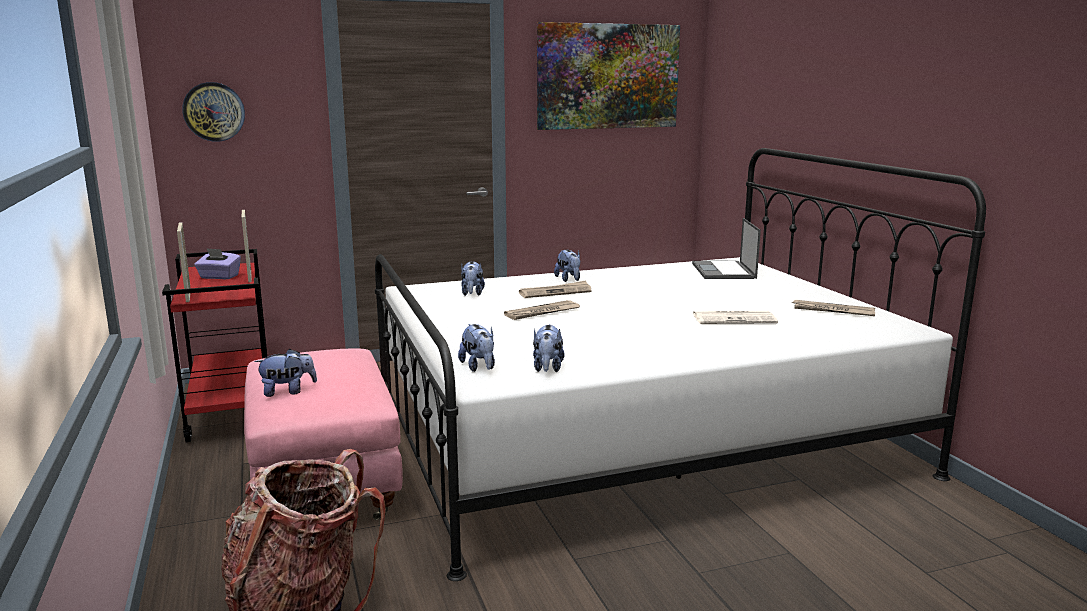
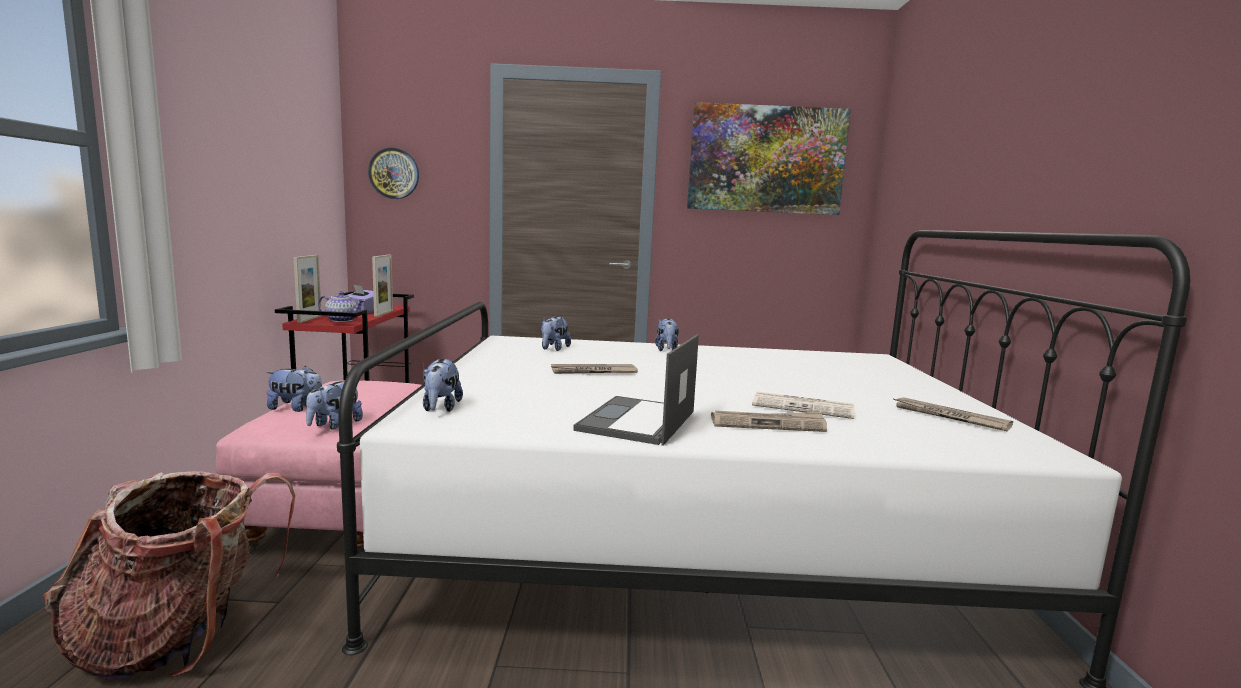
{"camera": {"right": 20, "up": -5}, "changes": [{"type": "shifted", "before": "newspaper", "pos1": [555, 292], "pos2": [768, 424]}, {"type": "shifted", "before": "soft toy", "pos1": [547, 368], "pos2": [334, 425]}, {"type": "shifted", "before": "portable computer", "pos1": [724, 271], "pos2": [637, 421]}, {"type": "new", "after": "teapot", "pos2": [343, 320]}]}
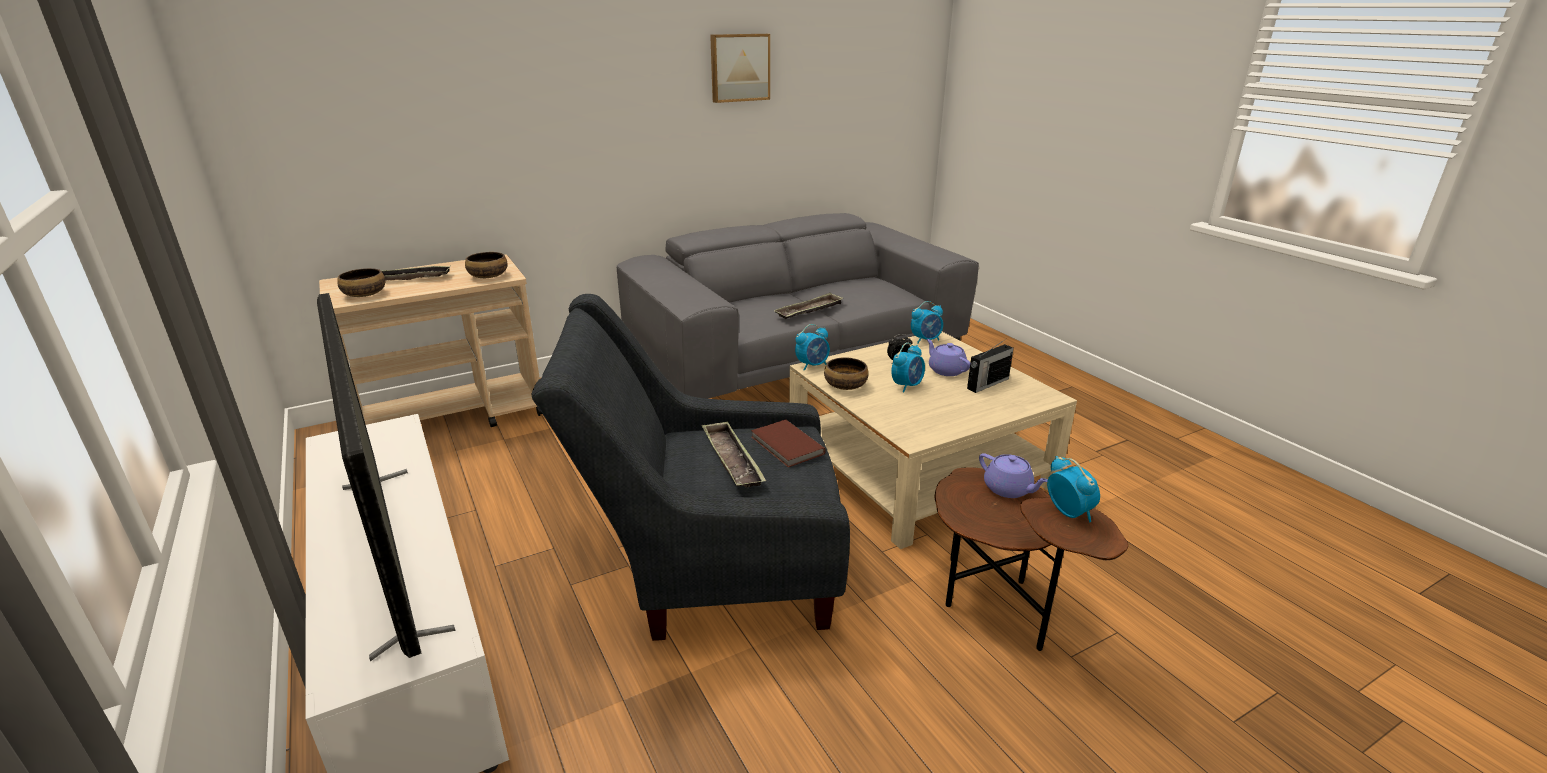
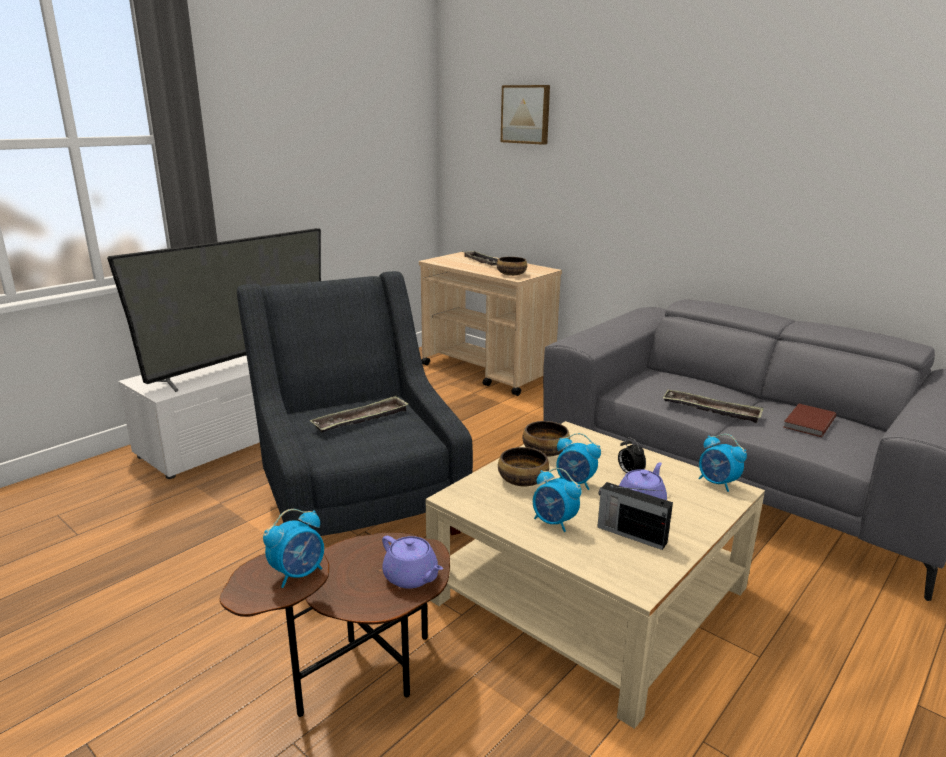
{"camera": {"right": 70, "up": -5}, "changes": [{"type": "shifted", "before": "serving bowl", "pos1": [364, 294], "pos2": [522, 480]}, {"type": "shifted", "before": "wall art", "pos1": [739, 67], "pos2": [526, 114]}, {"type": "shifted", "before": "book/brown-coloured", "pos1": [786, 446], "pos2": [807, 422]}, {"type": "shifted", "before": "table clock", "pos1": [812, 365], "pos2": [554, 522]}, {"type": "rotated", "before": "teapot/purplish", "pos1": [1008, 489], "pos2": [411, 577], "turn": -75}]}
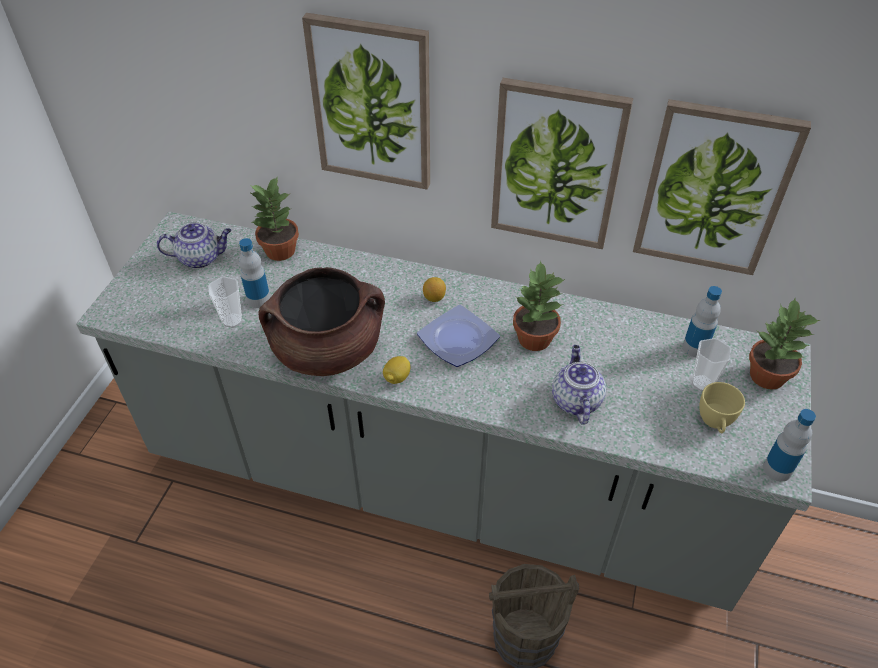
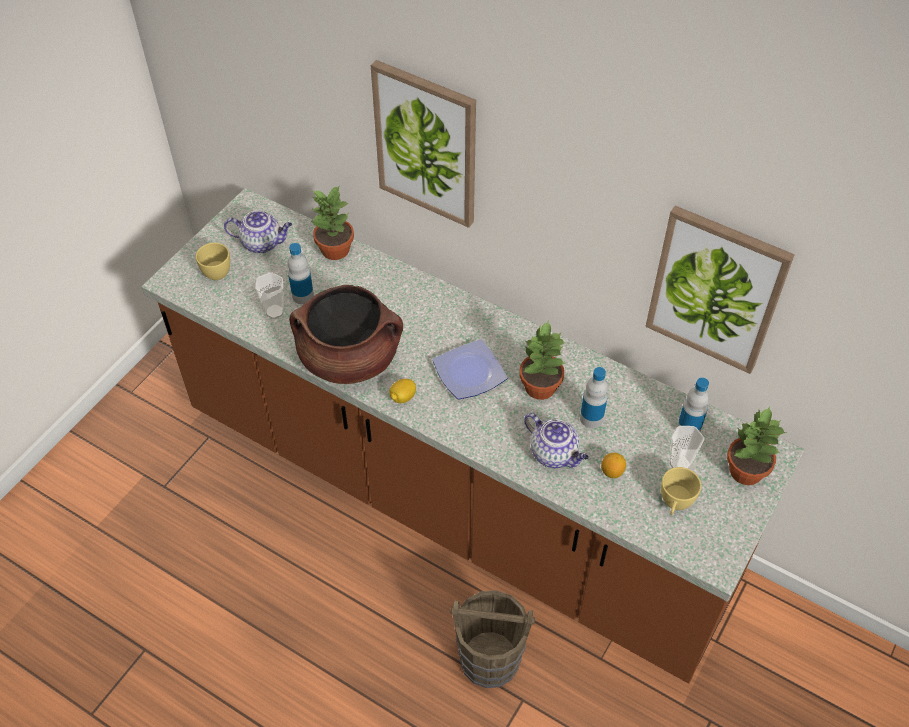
{"camera": {"right": 15, "up": 5}, "changes": [{"type": "repainted", "before": "kitchen base unit/gray", "after": "kitchen base unit/brown-coloured", "pos1": [439, 485], "pos2": [454, 498]}, {"type": "shifted", "before": "citrus fruit", "pos1": [434, 297], "pos2": [612, 471]}, {"type": "gone", "before": "wall art", "pos1": [556, 165]}, {"type": "rotated", "before": "teapot", "pos1": [575, 400], "pos2": [555, 454], "turn": 120}, {"type": "shifted", "before": "beverage bottle", "pos1": [777, 469], "pos2": [591, 418]}, {"type": "new", "after": "cup/yellow", "pos2": [216, 270]}]}
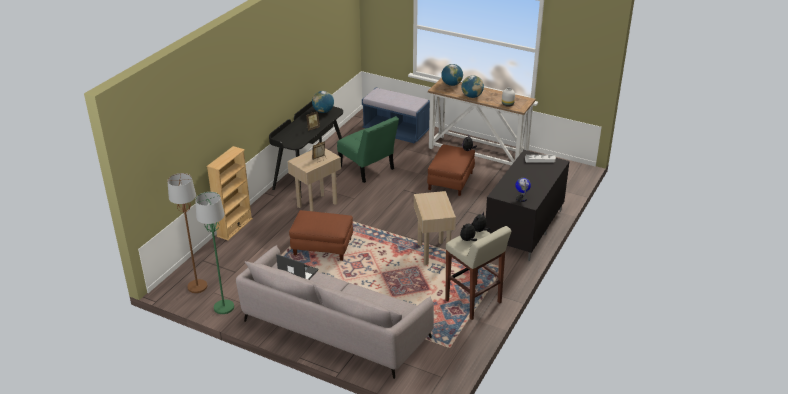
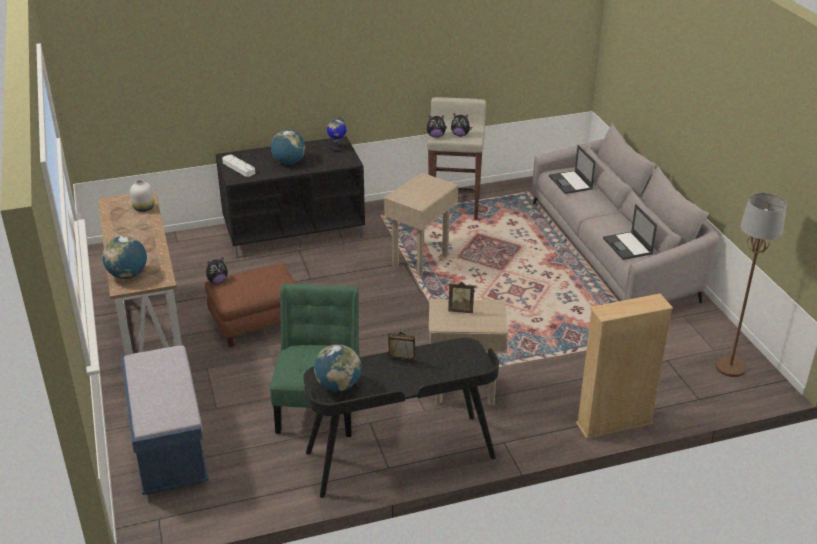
{"camera": {"right": -135, "up": 0}, "changes": [{"type": "gone", "before": "standing lamp/greenish", "pos1": [223, 307]}, {"type": "gone", "before": "ottoman/brown-coloured", "pos1": [323, 246]}, {"type": "shifted", "before": "world globe", "pos1": [472, 96], "pos2": [289, 162]}, {"type": "new", "after": "portable computer", "pos2": [571, 183]}]}
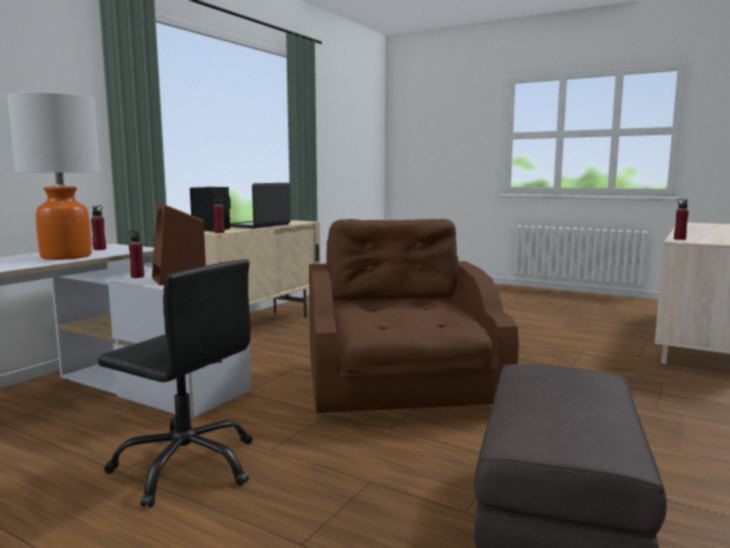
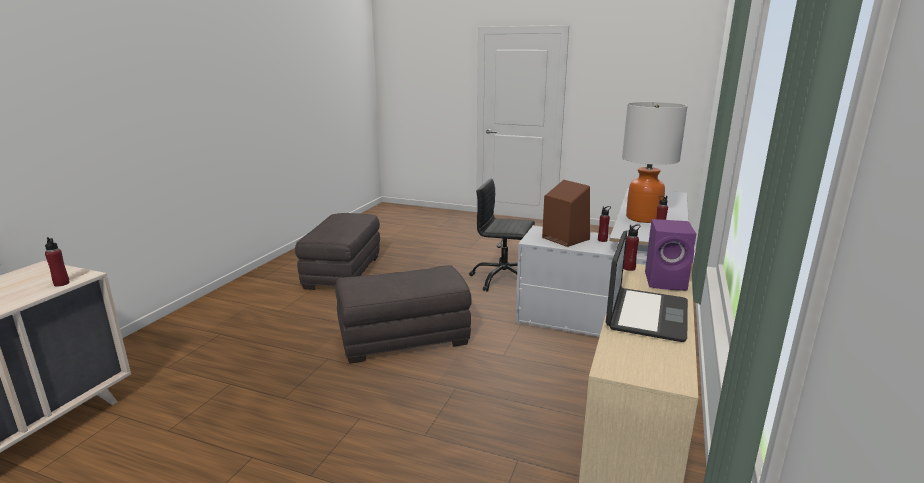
{"camera": {"right": 170, "up": 10}, "changes": [{"type": "repainted", "before": "loudspeaker/black-coloured", "after": "loudspeaker/purplish", "pos1": [210, 229], "pos2": [667, 281]}, {"type": "swapped", "before": "armchair/brown-coloured", "after": "ottoman/gray", "pos1": [401, 387], "pos2": [403, 339]}]}
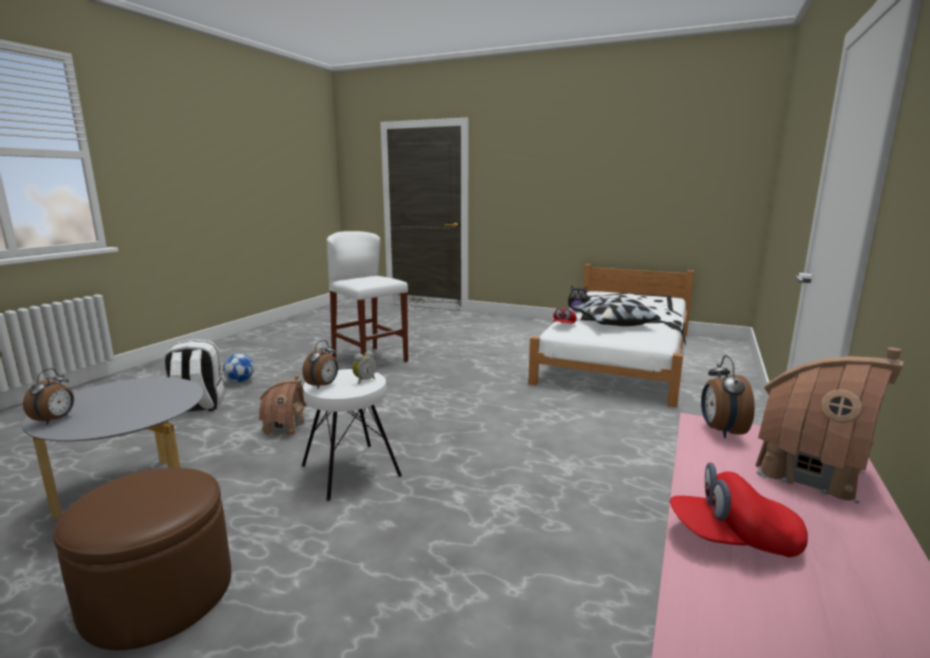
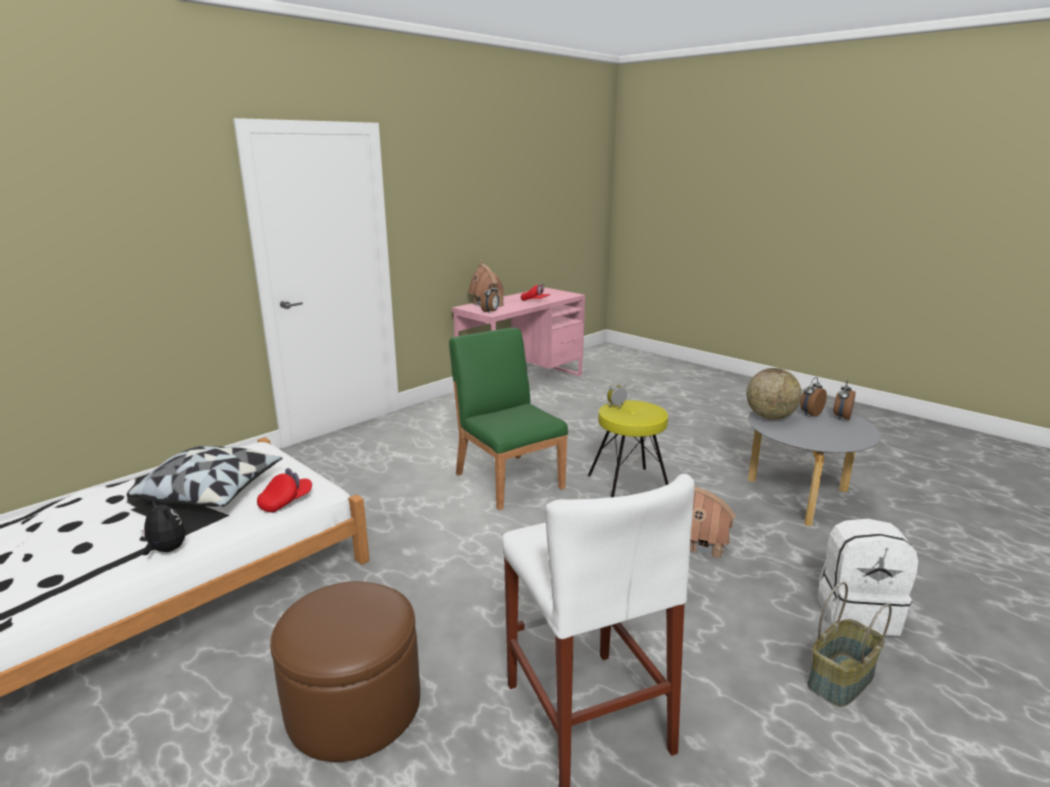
{"camera": {"right": -160, "up": 5}, "changes": [{"type": "shifted", "before": "ottoman/brown-coloured", "pos1": [158, 594], "pos2": [354, 705]}, {"type": "swapped", "before": "football", "after": "basket", "pos1": [240, 381], "pos2": [841, 681]}, {"type": "shifted", "before": "table clock", "pos1": [323, 385], "pos2": [810, 414]}, {"type": "repainted", "before": "stool/whitish", "after": "stool/yellow", "pos1": [351, 470], "pos2": [628, 486]}, {"type": "new", "after": "chair/greenish", "pos2": [509, 480]}, {"type": "new", "after": "world globe", "pos2": [770, 417]}]}
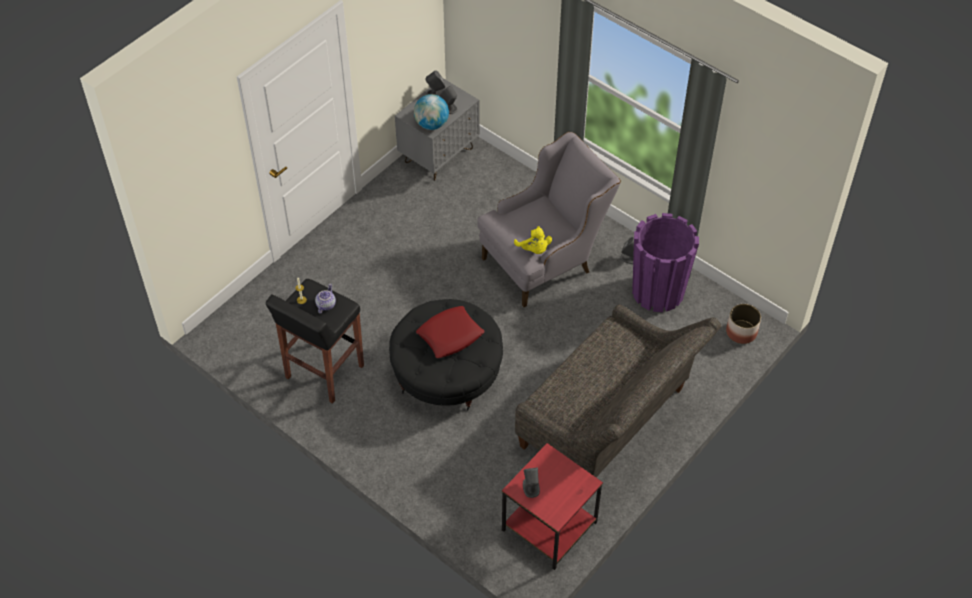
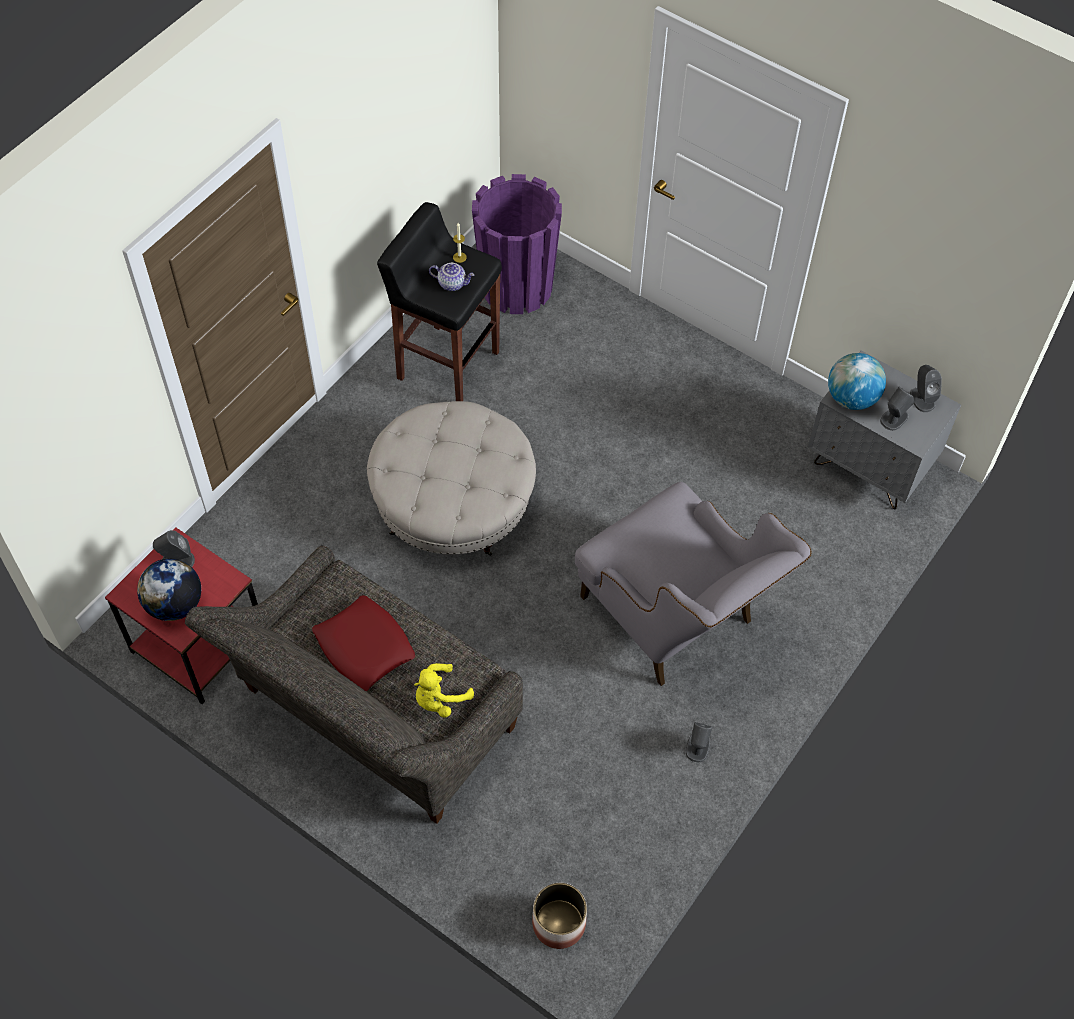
{"camera": {"right": 85, "up": 5}, "changes": [{"type": "repainted", "before": "ottoman/black-coloured", "after": "ottoman/beige", "pos1": [446, 373], "pos2": [453, 504]}, {"type": "shifted", "before": "throw pillow/red", "pos1": [450, 335], "pos2": [364, 647]}, {"type": "shifted", "before": "soft toy/yellow", "pos1": [534, 249], "pos2": [439, 699]}, {"type": "shifted", "before": "flower pot/purplish", "pos1": [658, 291], "pos2": [516, 287]}, {"type": "new", "after": "world globe", "pos2": [175, 605]}]}
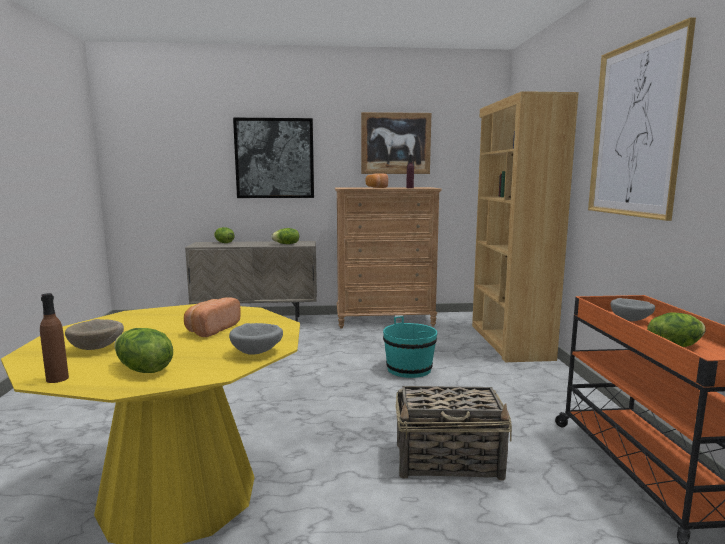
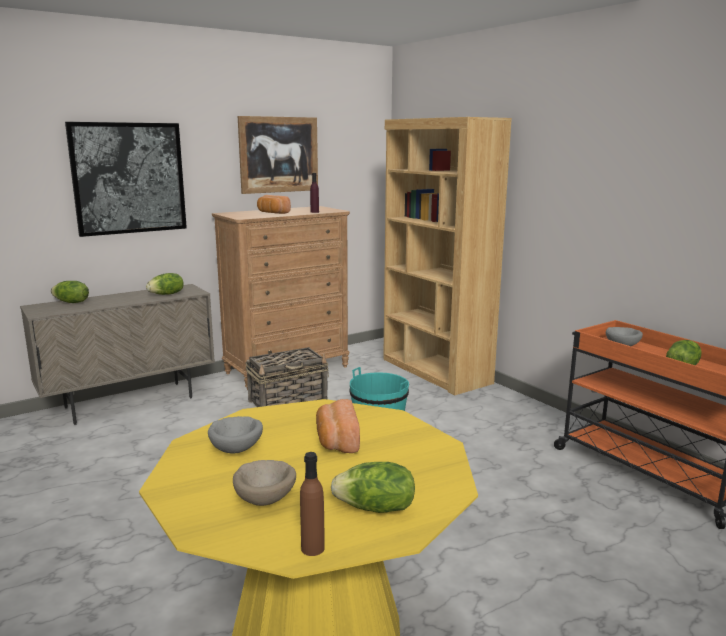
{"camera": {"right": -30, "up": 5}, "changes": [{"type": "shifted", "before": "serving bowl/gray", "pos1": [258, 352], "pos2": [237, 449]}, {"type": "shifted", "before": "basket", "pos1": [449, 461], "pos2": [288, 402]}, {"type": "gone", "before": "wall art", "pos1": [635, 129]}]}
